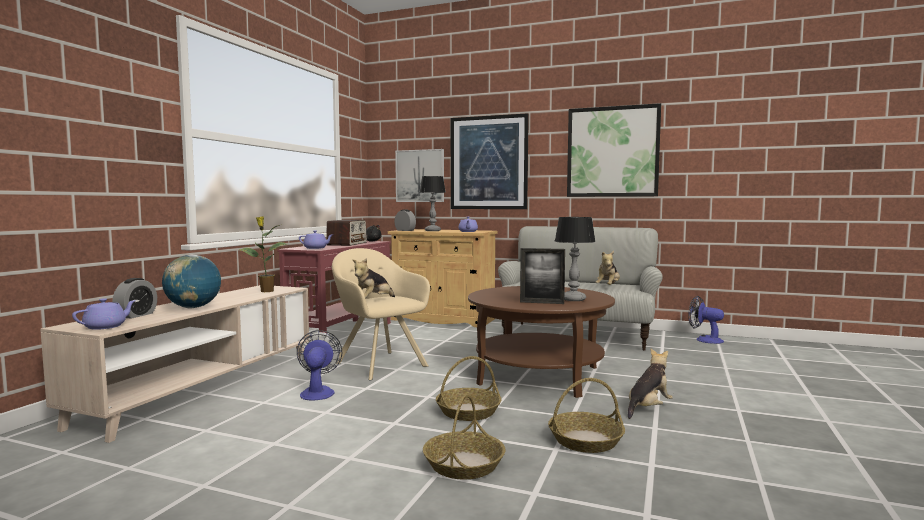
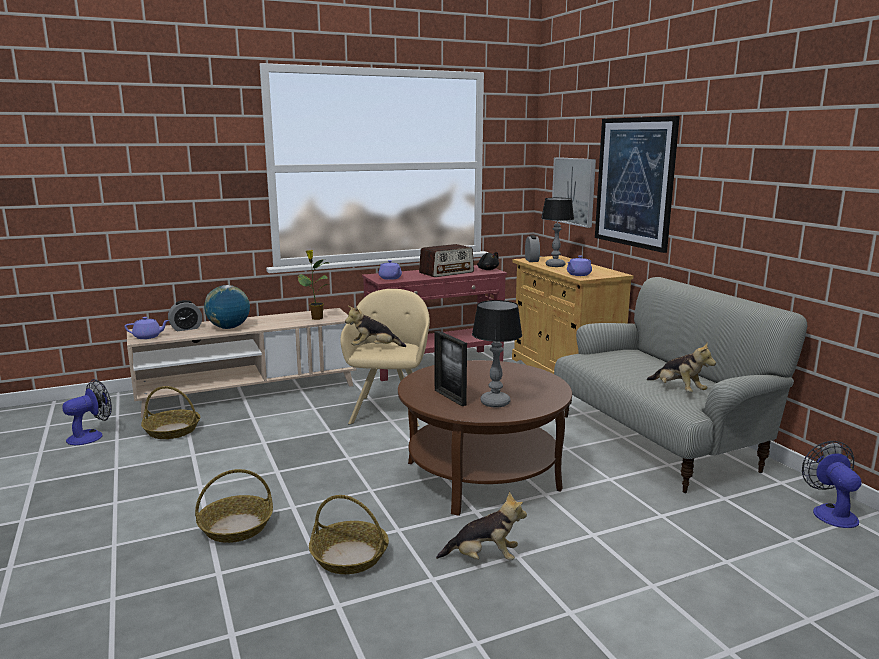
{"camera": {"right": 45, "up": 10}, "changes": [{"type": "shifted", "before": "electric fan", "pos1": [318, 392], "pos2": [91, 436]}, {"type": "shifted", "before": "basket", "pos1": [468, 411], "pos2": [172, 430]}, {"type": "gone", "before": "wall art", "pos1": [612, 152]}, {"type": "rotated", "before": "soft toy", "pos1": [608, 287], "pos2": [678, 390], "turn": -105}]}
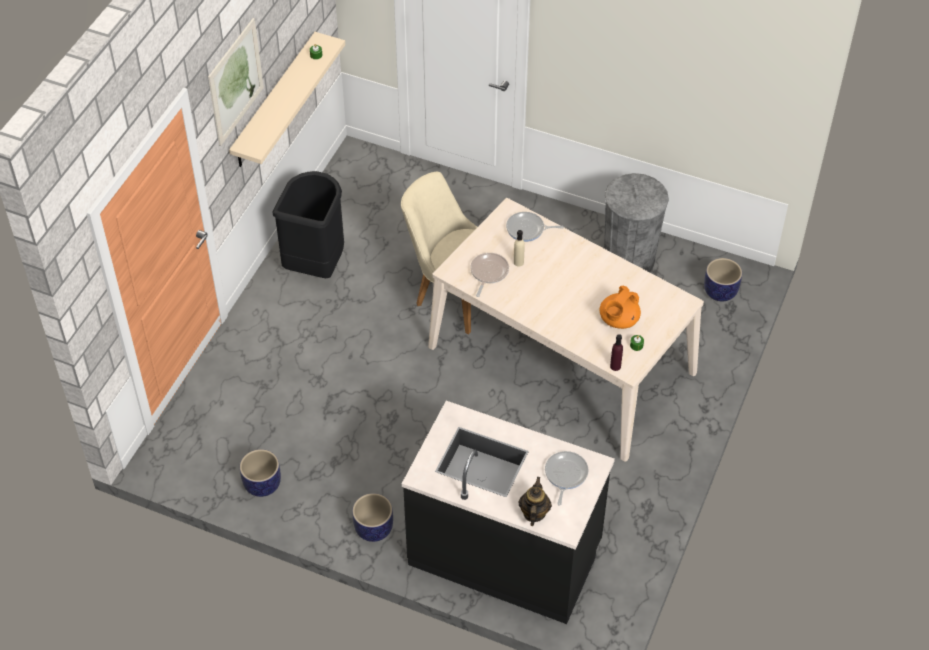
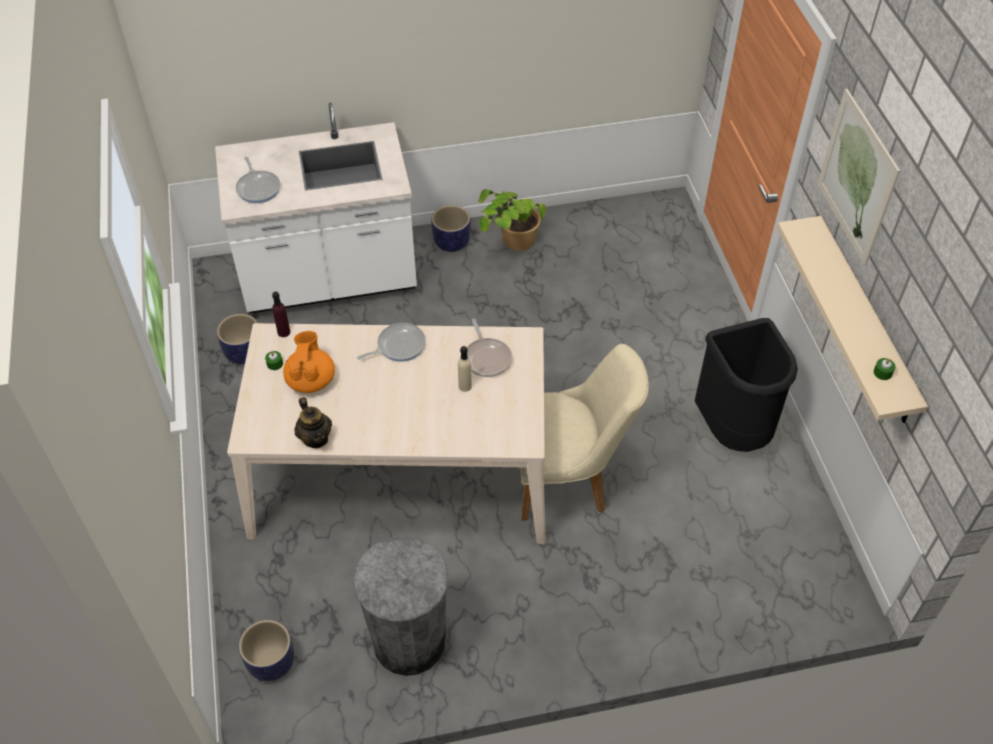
{"camera": {"right": 145, "up": 0}, "changes": [{"type": "shifted", "before": "flower pot", "pos1": [262, 484], "pos2": [244, 353]}, {"type": "repainted", "before": "kitchen base unit/black-coloured", "after": "kitchen base unit/whitish", "pos1": [505, 553], "pos2": [329, 279]}, {"type": "shifted", "before": "pan", "pos1": [527, 229], "pos2": [398, 346]}, {"type": "shifted", "before": "teapot", "pos1": [534, 513], "pos2": [315, 438]}, {"type": "new", "after": "plant in a pot", "pos2": [509, 249]}]}
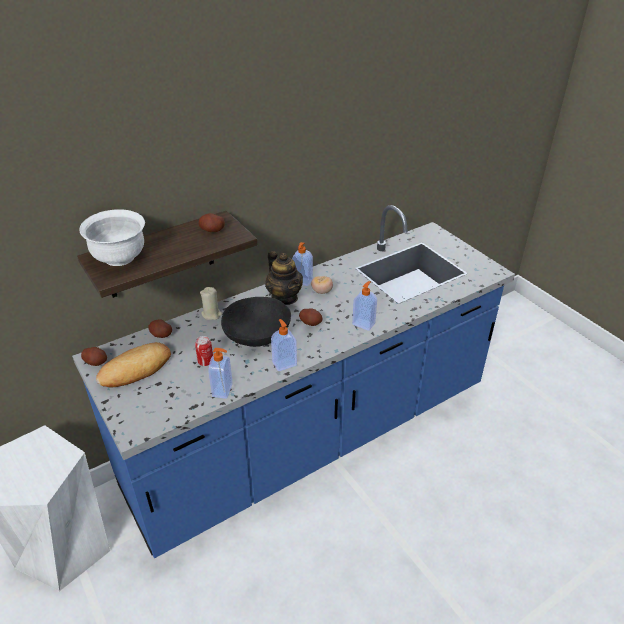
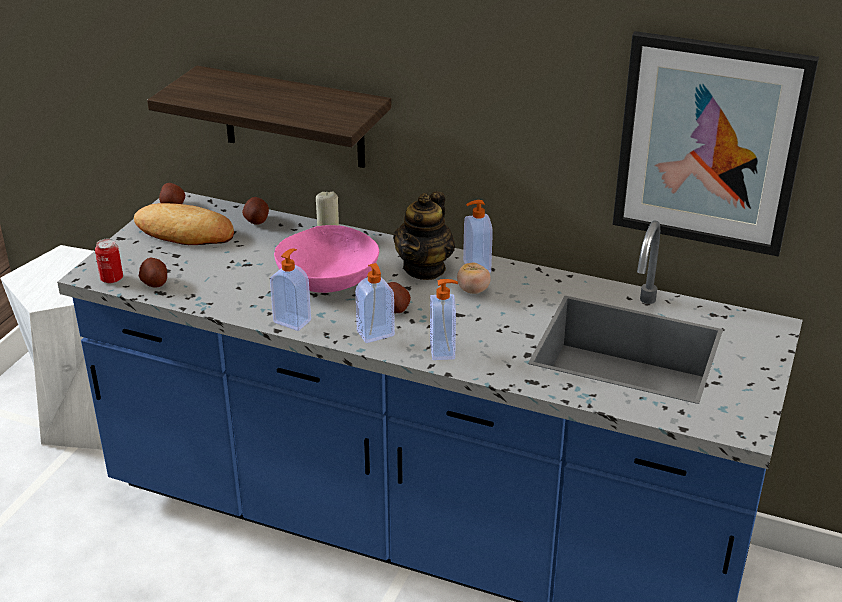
{"camera": {"right": 55, "up": -5}, "changes": [{"type": "gone", "before": "serving bowl/whitish", "pos1": [119, 258]}, {"type": "shifted", "before": "sealed can", "pos1": [205, 361], "pos2": [111, 278]}, {"type": "shifted", "before": "whole potato", "pos1": [212, 230], "pos2": [154, 283]}, {"type": "shifted", "before": "soap dispenser", "pos1": [223, 390], "pos2": [376, 334]}, {"type": "repainted", "before": "serving bowl/black-coloured", "after": "serving bowl/pink", "pos1": [257, 333], "pos2": [328, 279]}, {"type": "new", "after": "wall art", "pos2": [709, 144]}]}
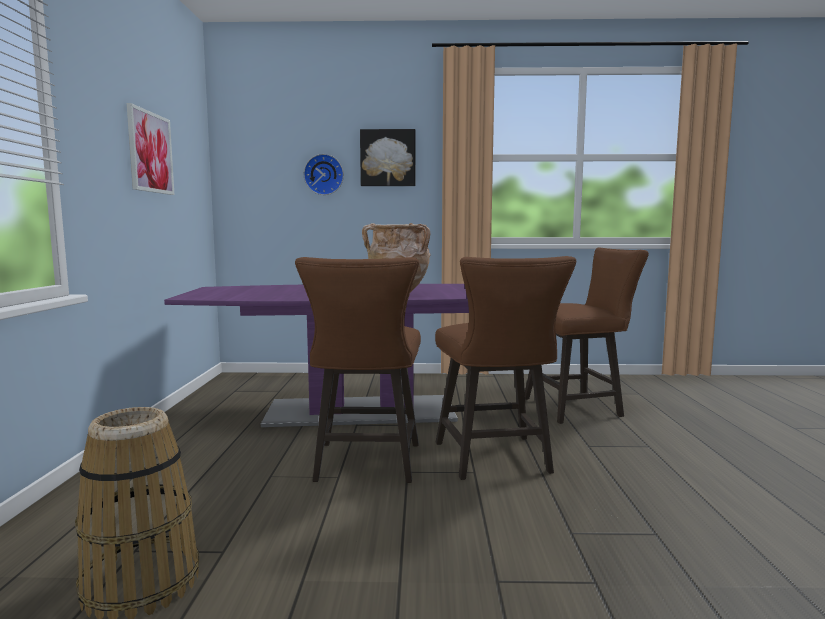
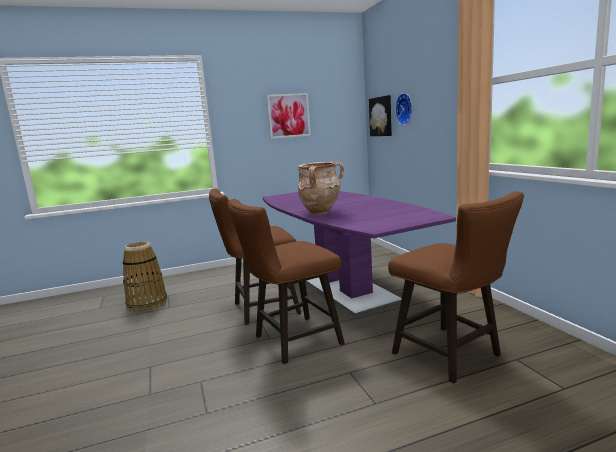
{"camera": {"right": 70, "up": 5}, "changes": [{"type": "shifted", "before": "wall art", "pos1": [388, 158], "pos2": [381, 116]}]}
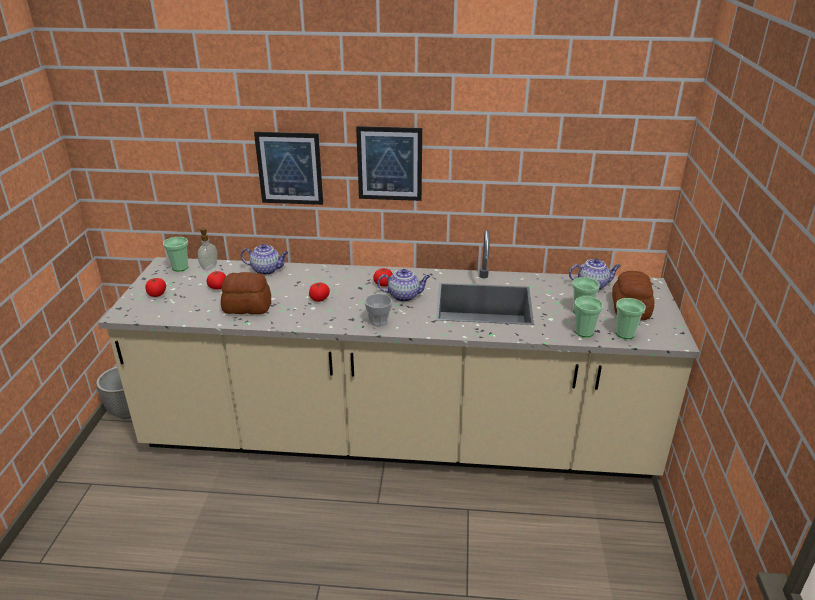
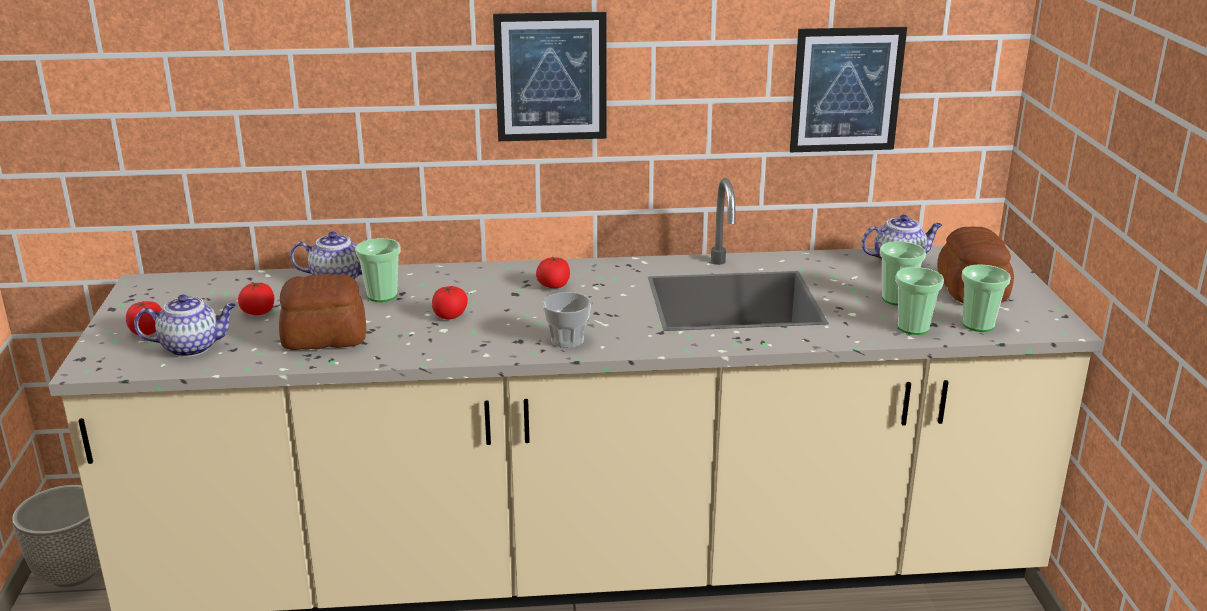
{"camera": {"right": -10, "up": -5}, "changes": [{"type": "shifted", "before": "cup", "pos1": [180, 267], "pos2": [382, 295]}, {"type": "gone", "before": "soap dispenser", "pos1": [209, 267]}, {"type": "shifted", "before": "wall art", "pos1": [289, 168], "pos2": [846, 90]}, {"type": "shifted", "before": "teapot", "pos1": [404, 296], "pos2": [192, 347]}]}
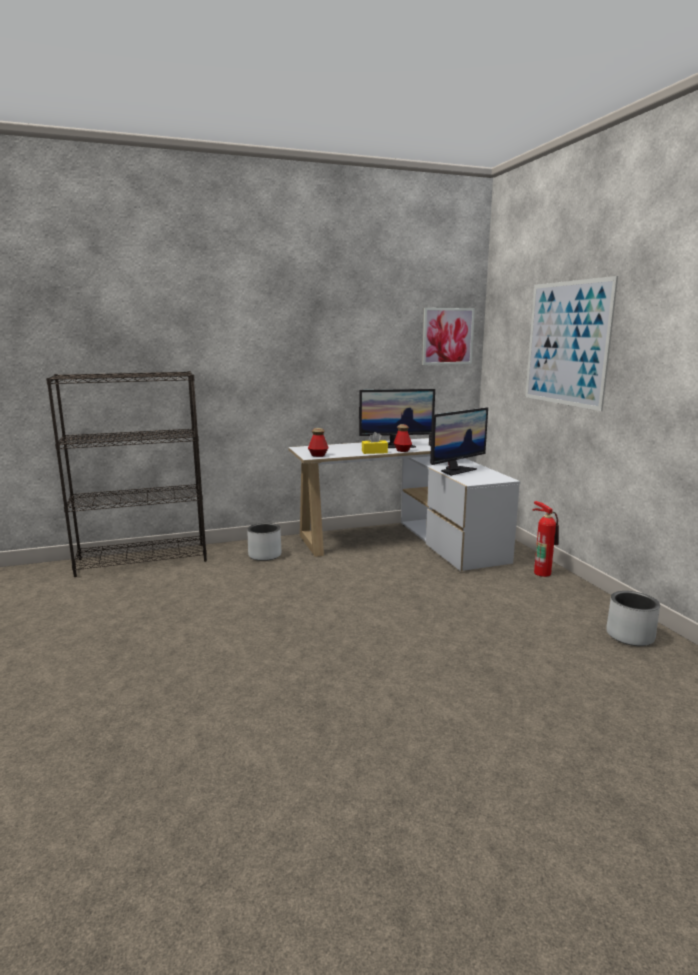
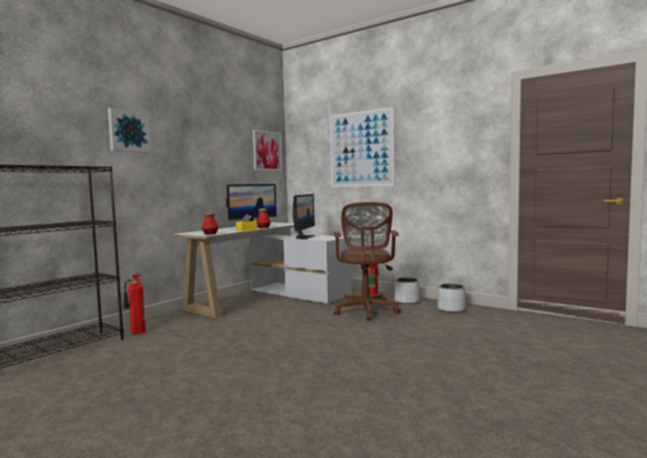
{"camera": {"right": -35, "up": -10}, "changes": [{"type": "shifted", "before": "flower pot/gray", "pos1": [265, 555], "pos2": [407, 301]}, {"type": "new", "after": "wall art", "pos2": [128, 131]}, {"type": "new", "after": "fire extinguisher", "pos2": [137, 332]}, {"type": "new", "after": "computer chair/brown-coloured", "pos2": [366, 311]}]}
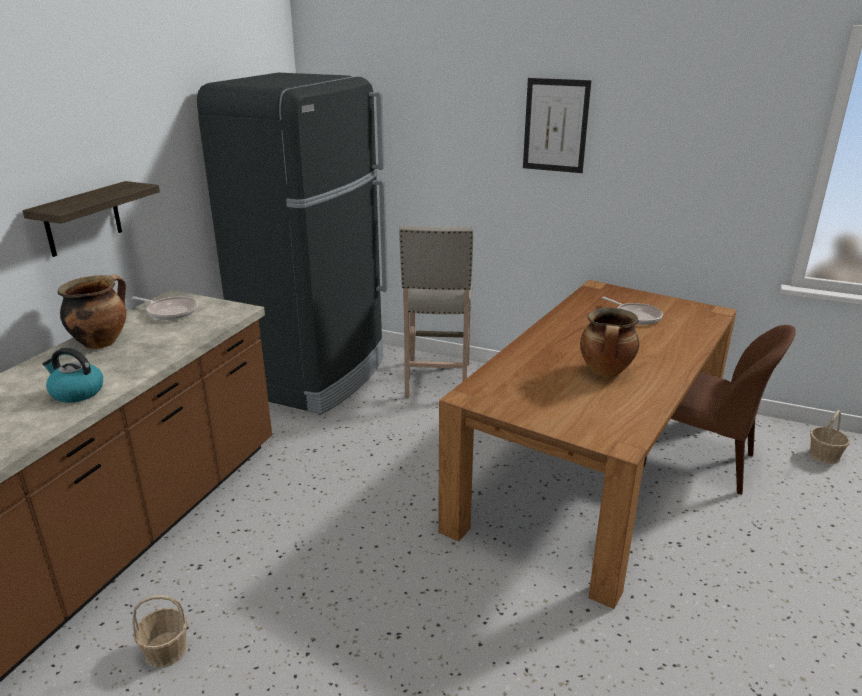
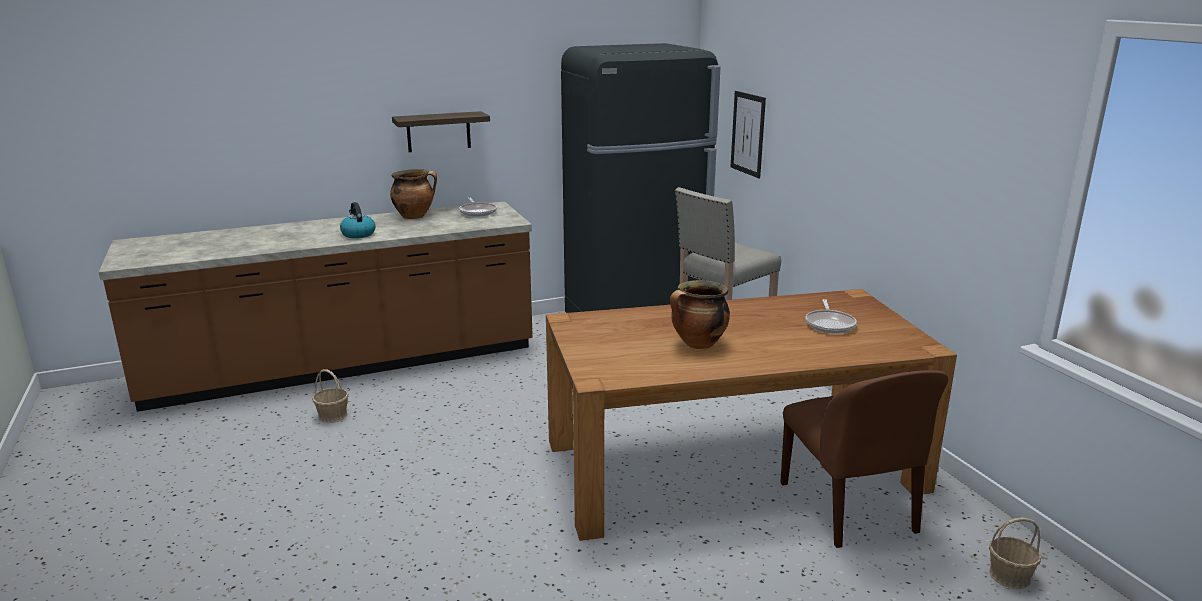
{"camera": {"right": 45, "up": -5}, "changes": [{"type": "shifted", "before": "wall art", "pos1": [555, 125], "pos2": [748, 134]}]}
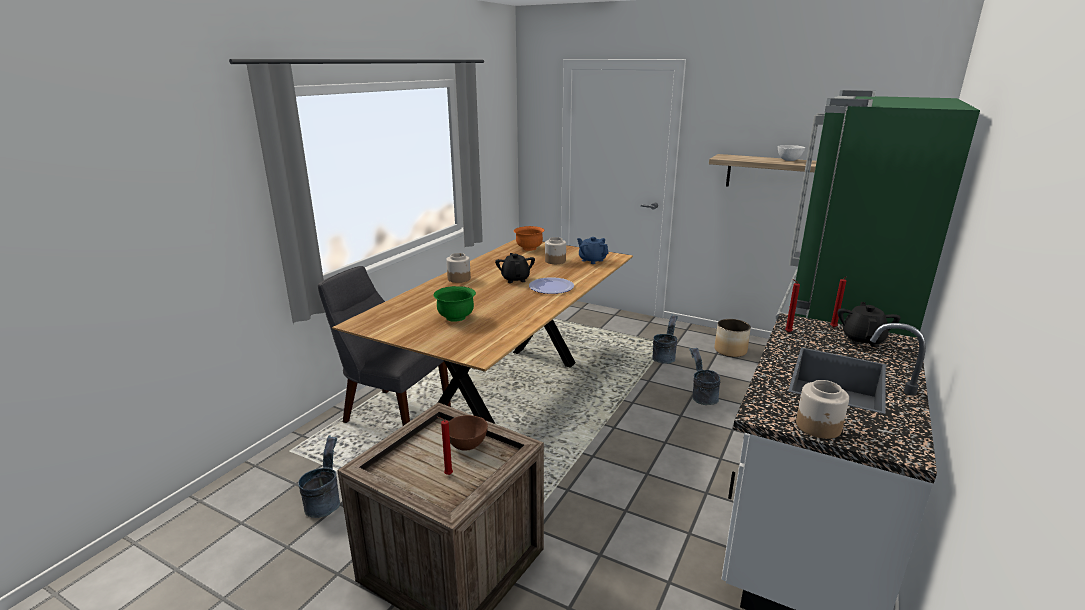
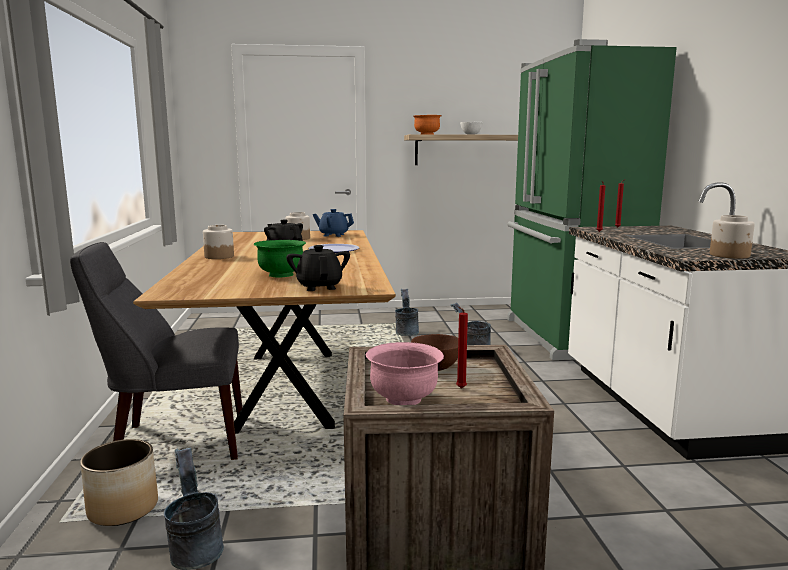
{"camera": {"right": -35, "up": -10}, "changes": [{"type": "shifted", "before": "serving bowl/orange", "pos1": [529, 248], "pos2": [426, 134]}, {"type": "shifted", "before": "flower pot", "pos1": [730, 351], "pos2": [124, 508]}, {"type": "shifted", "before": "teapot/black-coloured", "pos1": [862, 340], "pos2": [319, 287]}, {"type": "new", "after": "serving bowl/pink", "pos2": [404, 399]}]}
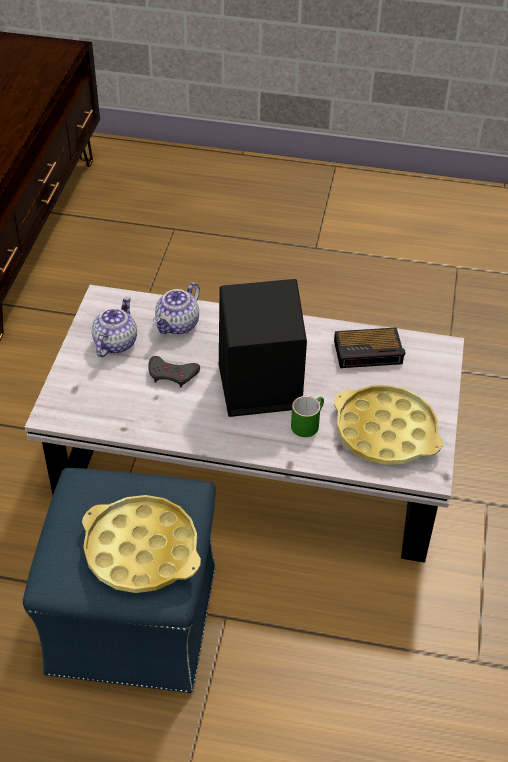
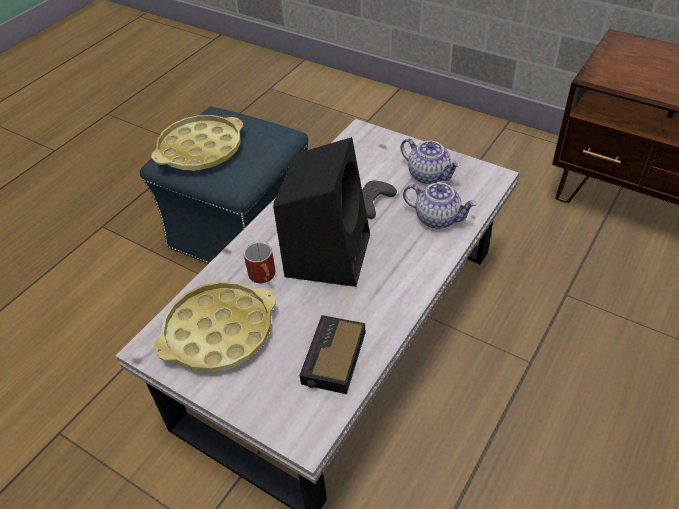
{"camera": {"right": 115, "up": 0}, "changes": [{"type": "rotated", "before": "teapot", "pos1": [178, 325], "pos2": [438, 218], "turn": 150}, {"type": "repainted", "before": "coffee mug/greenish", "after": "coffee mug/red", "pos1": [307, 423], "pos2": [265, 276]}]}
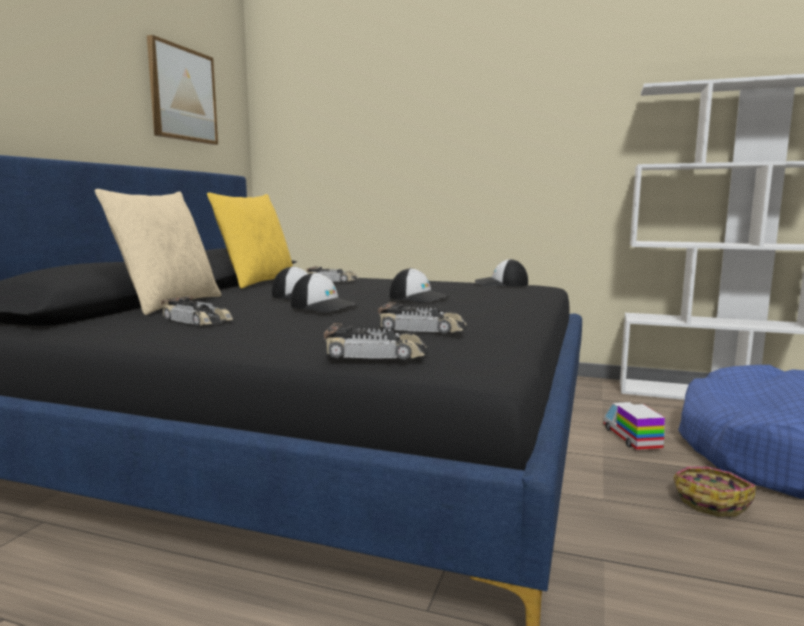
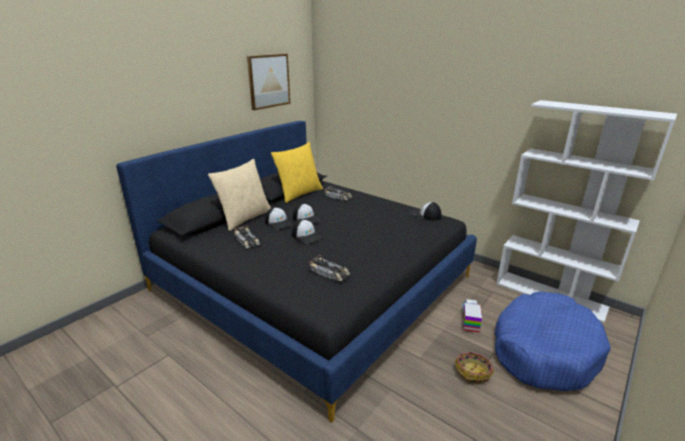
{"camera": {"right": 20, "up": 15}, "changes": [{"type": "gone", "before": "miniature car", "pos1": [377, 353]}, {"type": "shifted", "before": "cap", "pos1": [419, 298], "pos2": [278, 223]}]}
